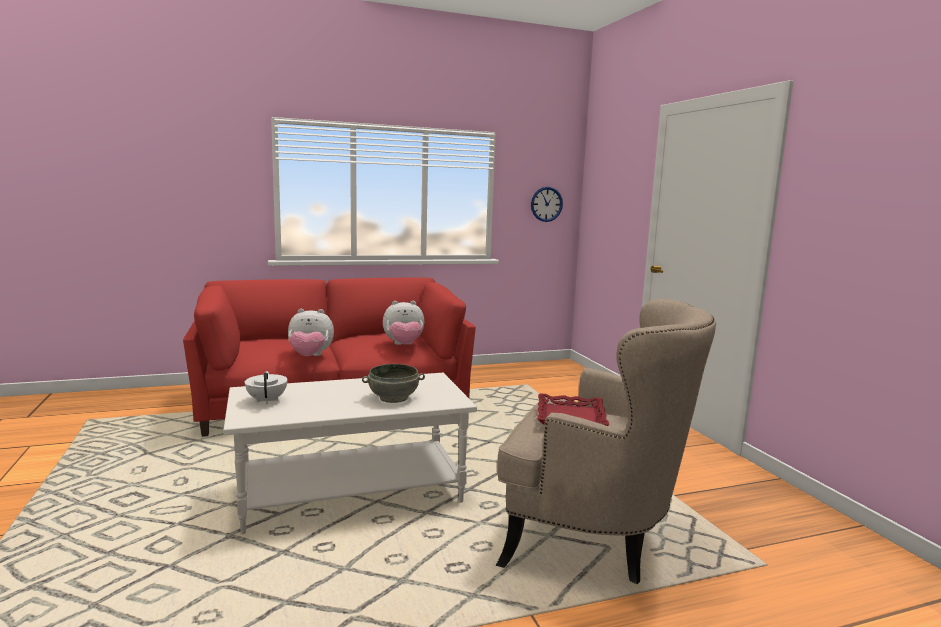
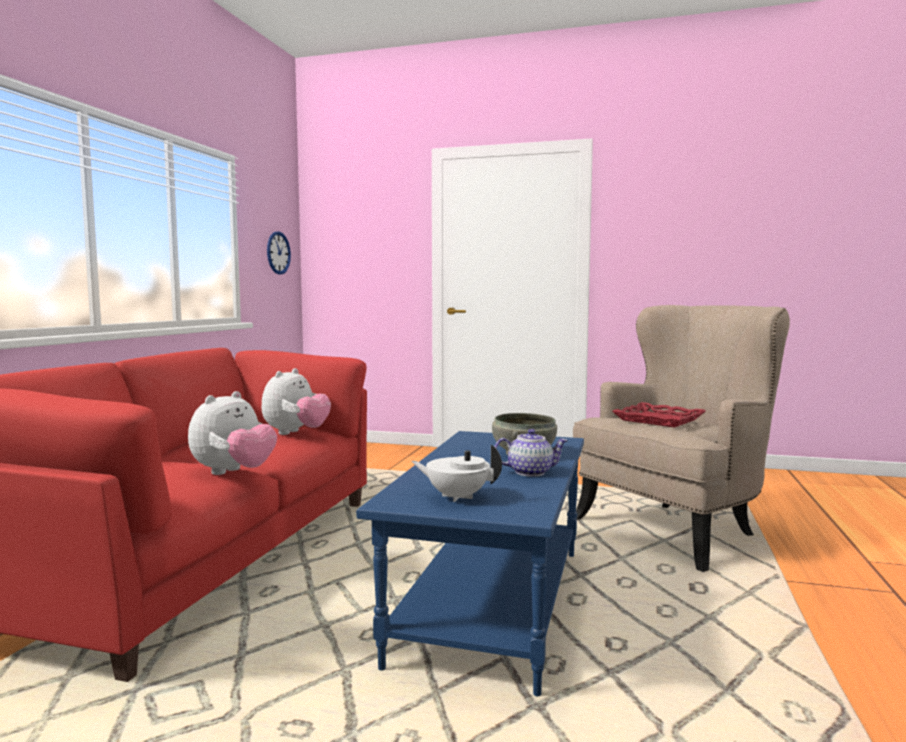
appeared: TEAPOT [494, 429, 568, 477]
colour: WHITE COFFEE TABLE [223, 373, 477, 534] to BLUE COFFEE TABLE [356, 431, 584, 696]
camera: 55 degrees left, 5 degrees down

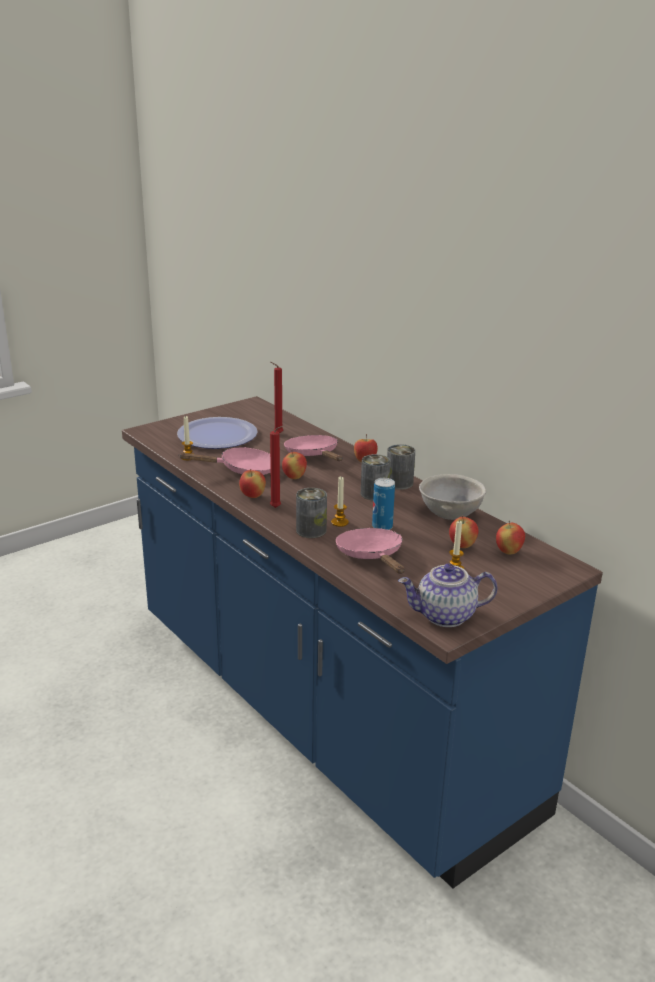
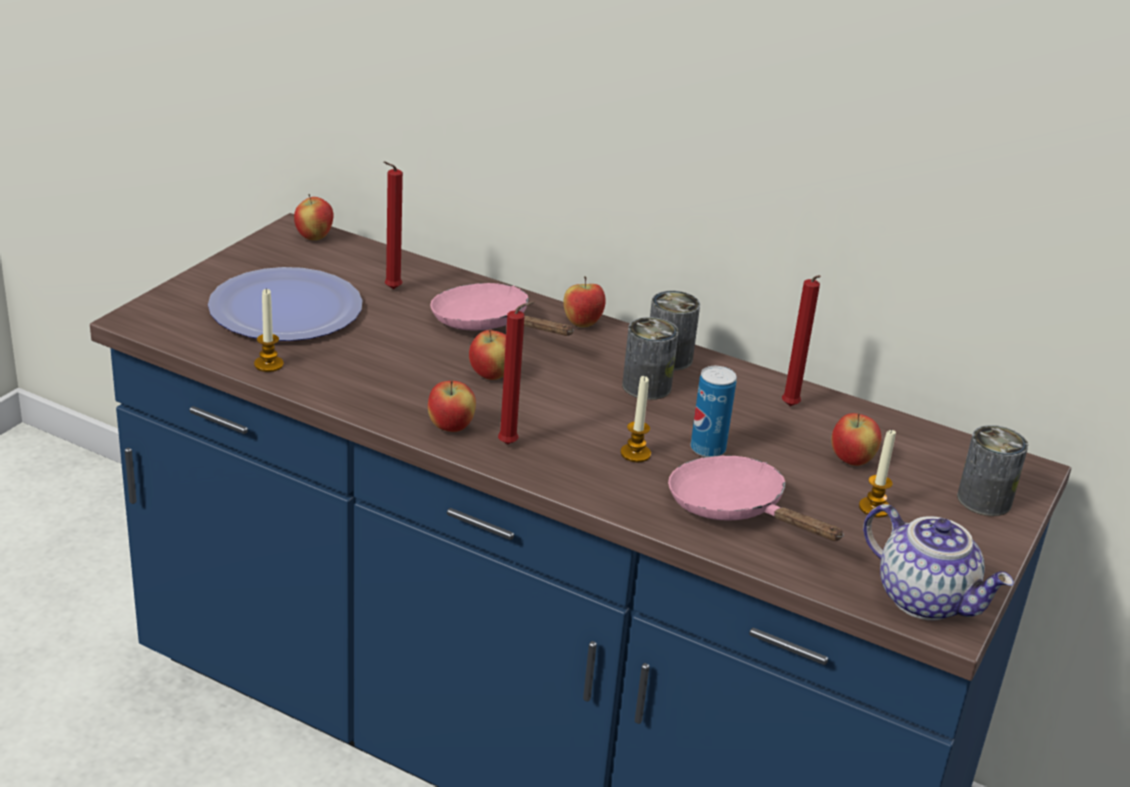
missing: PINK FRYING PAN [178, 447, 271, 475]
relocated: APPLE [496, 521, 525, 554] to [294, 194, 334, 241]; CAN [296, 488, 327, 538] to [957, 425, 1028, 516]
exchanged: GREY BOWL [419, 474, 486, 520] to RED CANDLE [782, 275, 821, 406]
spun: TEAPOT [398, 563, 497, 627] = [863, 504, 1014, 620] 105 degrees counterclockwise
camera: 25 degrees left, 5 degrees up

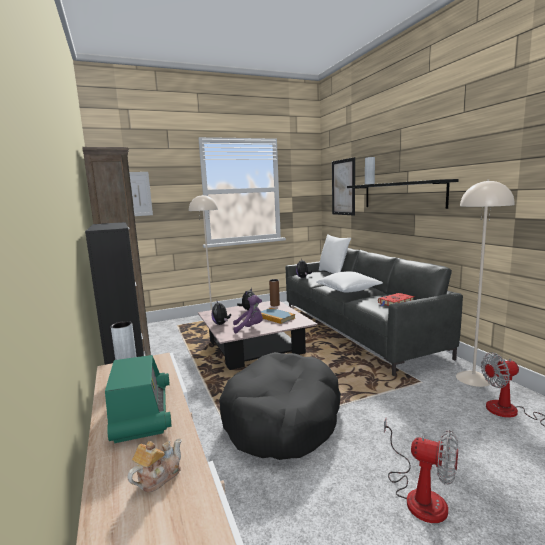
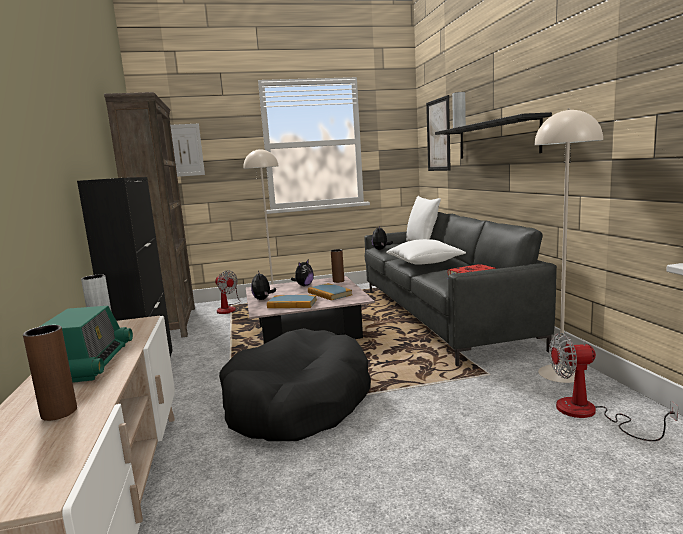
relocated: FAN [384, 419, 458, 523] to [215, 270, 241, 314]
exchanged: TEAPOT [127, 439, 182, 492] to BROWN VASE [23, 325, 77, 421]; PURPLE PLUSH TOY [233, 295, 263, 334] to BOOK [267, 295, 317, 308]
camera: 10 degrees right, 0 degrees up

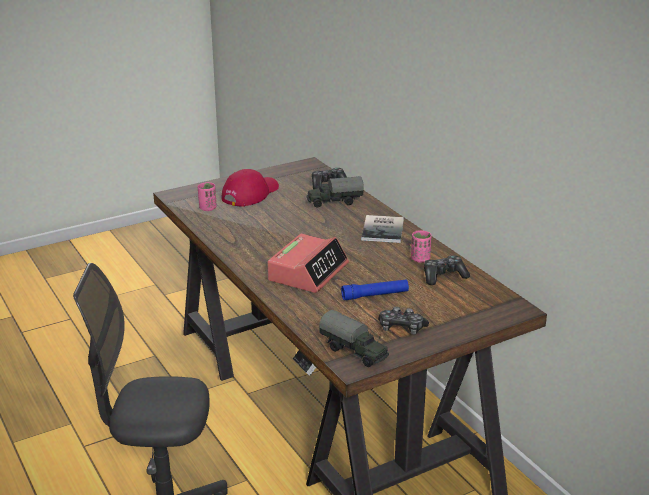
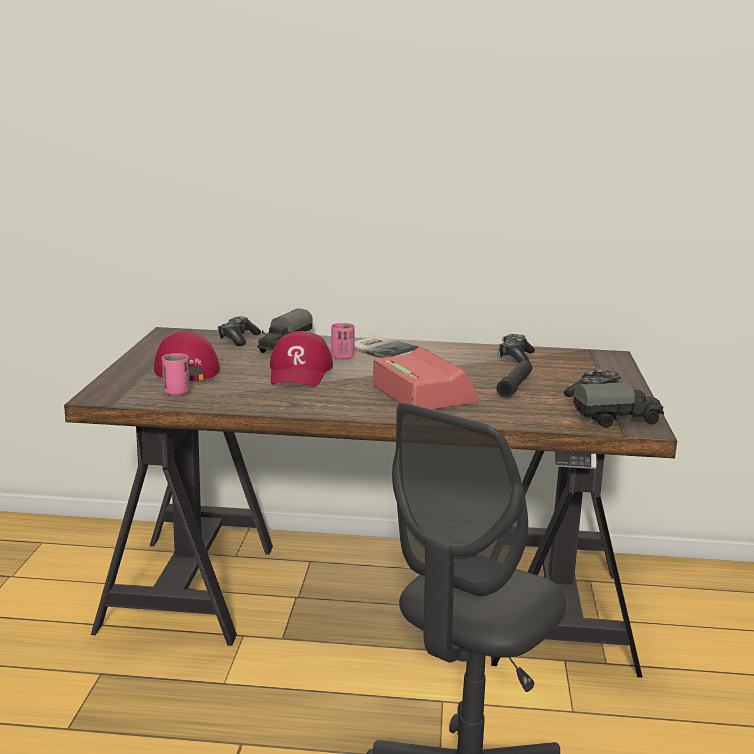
appeared: RED CAP [270, 331, 333, 387]
relocated: PINK CUP [411, 230, 432, 263] to [331, 323, 355, 360]
colour: BLUE FLASHLIGHT [341, 280, 409, 300] to BLACK FLASHLIGHT [496, 360, 532, 398]
camera: 55 degrees left, 10 degrees down

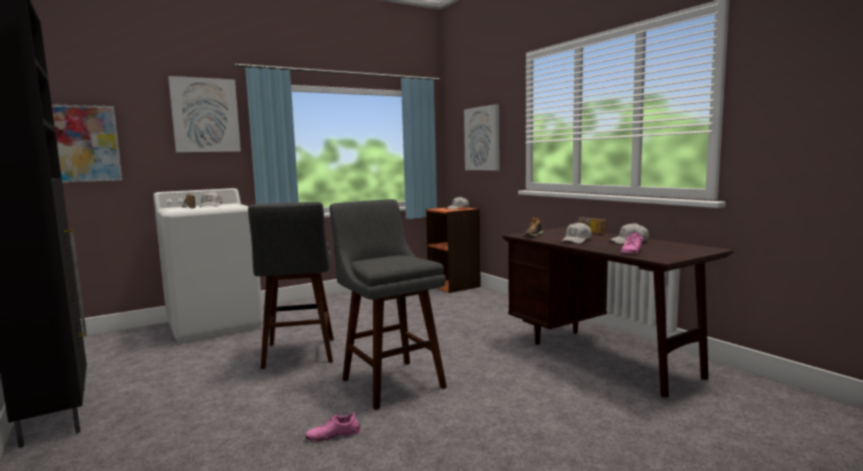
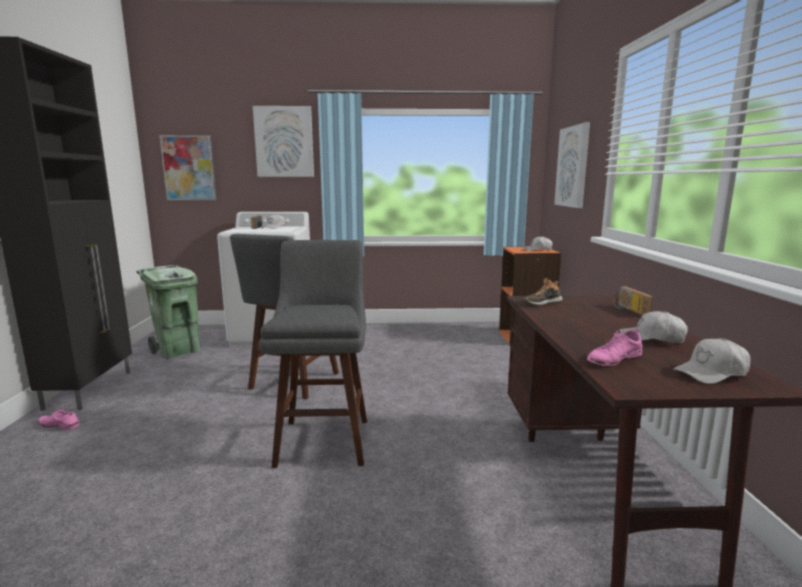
appeared: GREEN TRASH CAN [136, 265, 201, 359]
relocated: PINK SHOE [305, 413, 361, 442] to [38, 409, 80, 430]; WHITE CAP [560, 222, 592, 244] to [673, 338, 751, 384]
camera: 30 degrees right, 5 degrees up

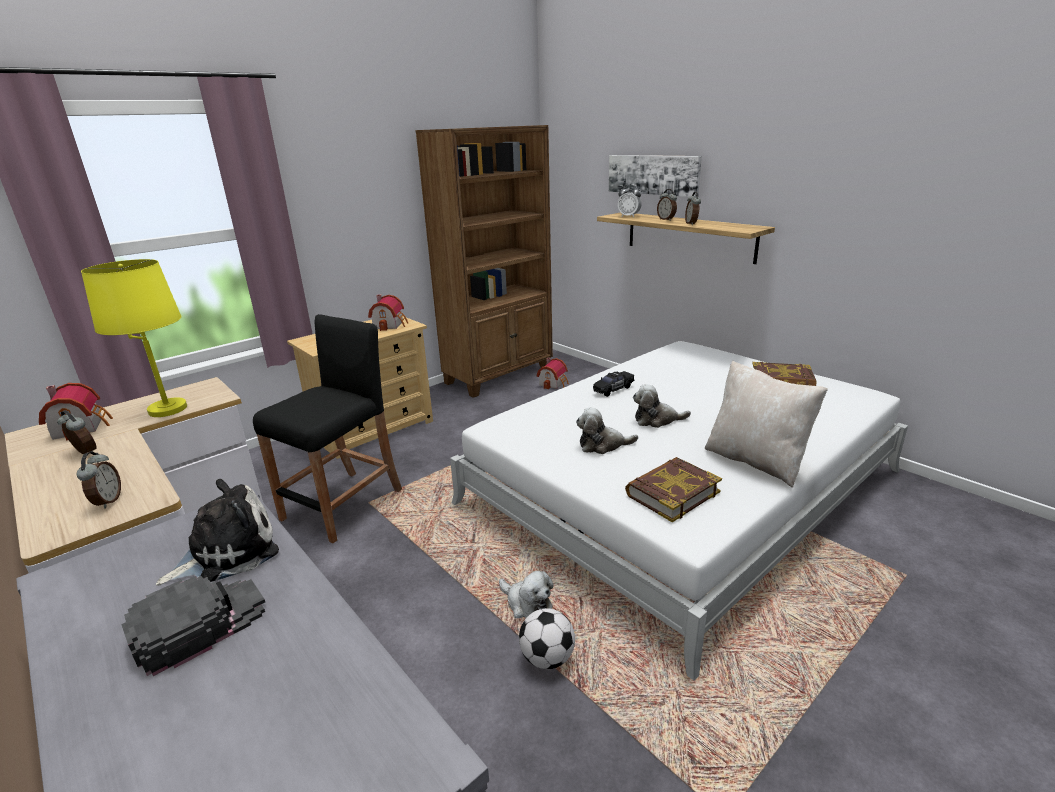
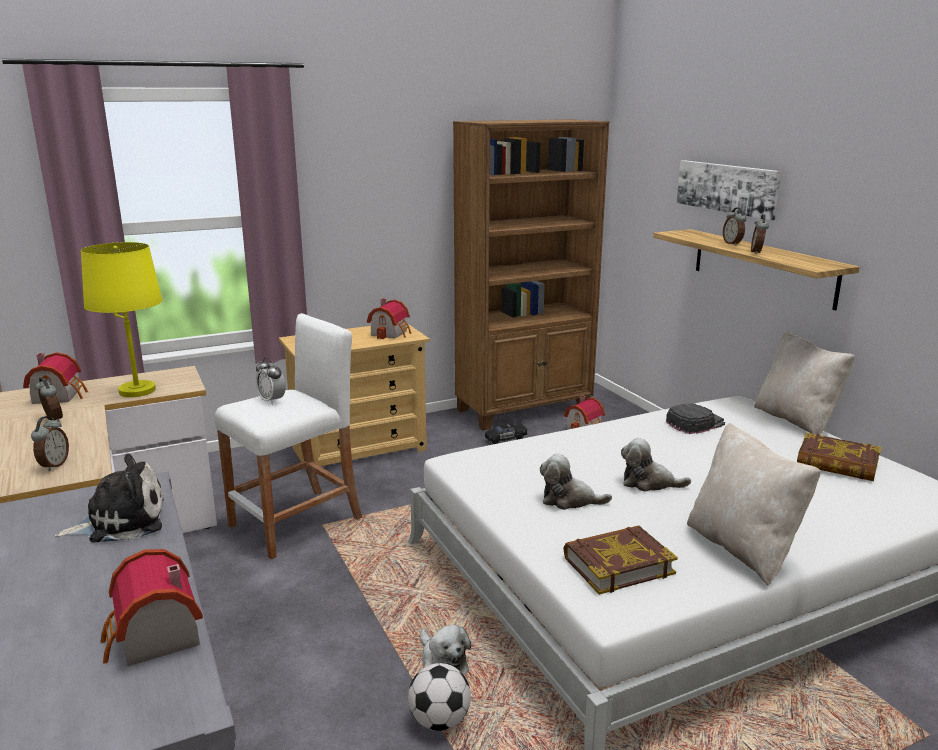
appeared: TOY HOUSE [100, 549, 203, 666]; BEIGE PILLOW [754, 331, 855, 435]
relocated: ALARM CLOCK [618, 184, 642, 217] to [256, 358, 286, 405]; BLACK TOY CAR [593, 371, 634, 397] to [485, 423, 528, 444]; BLACK CAP [121, 576, 265, 676] to [666, 403, 725, 434]
colour: BLACK STOOL [253, 314, 402, 543] to WHITE STOOL [215, 313, 363, 559]
camera: 15 degrees right, 5 degrees down

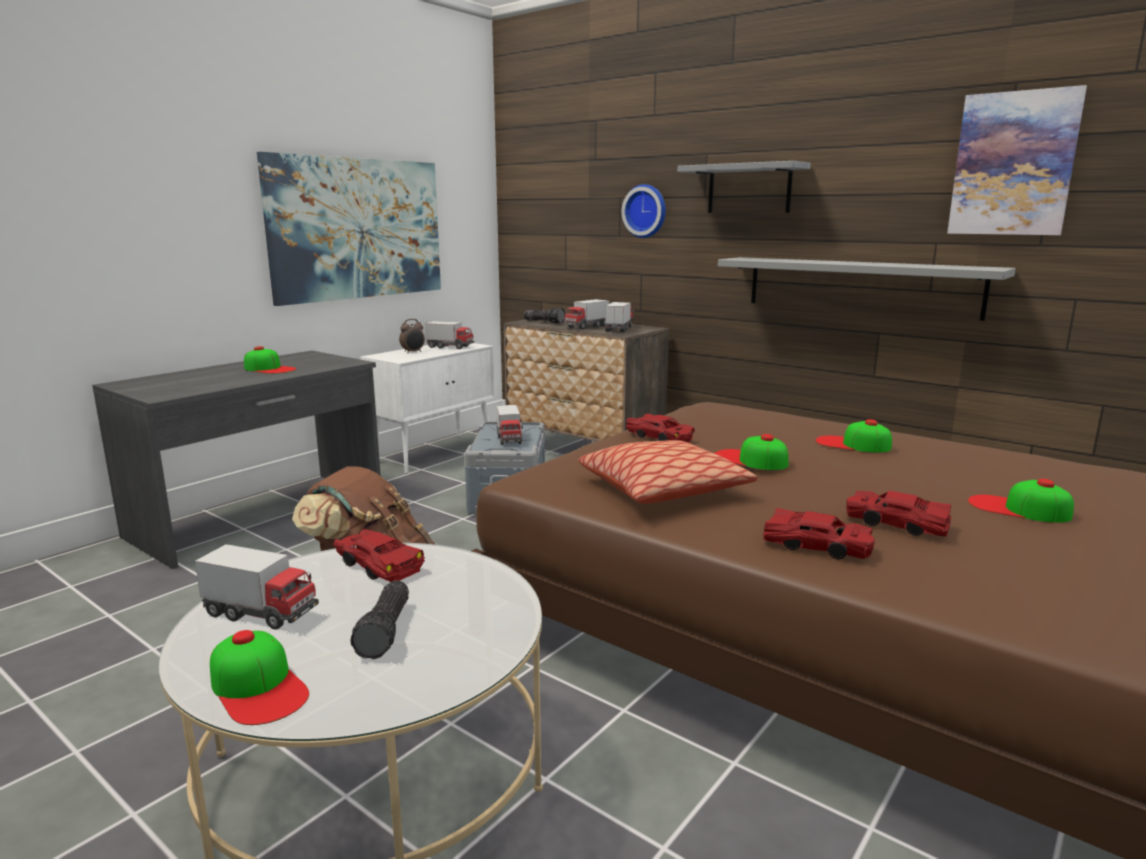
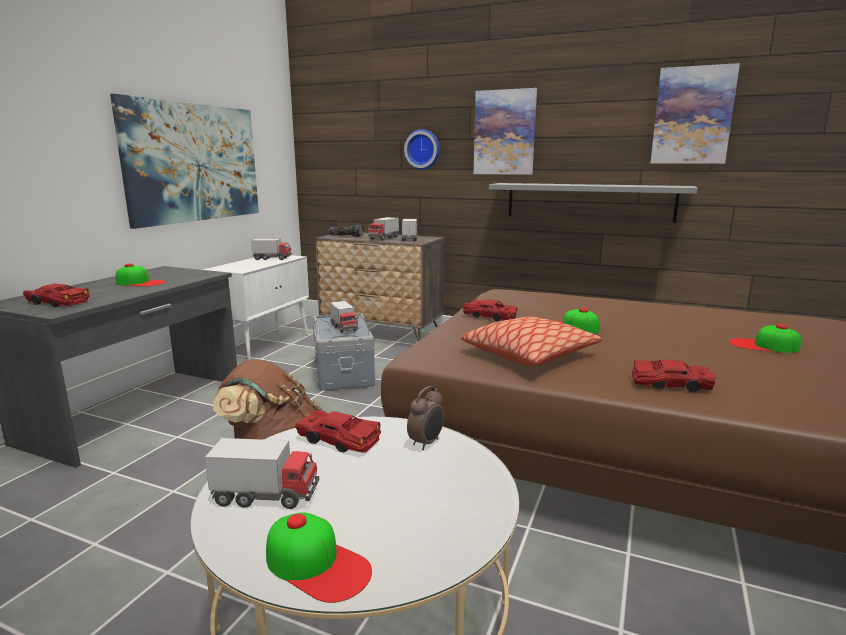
missing: FLASHLIGHT [350, 580, 409, 659]; CAP [816, 419, 892, 452]
relocated: RED TOY CAR [846, 491, 951, 537] to [23, 283, 90, 307]; ALARM CLOCK [399, 319, 425, 354] to [407, 386, 444, 450]
exchanged: GREY SHELF [677, 161, 811, 213] to PICTURE [474, 88, 537, 175]
camera: 15 degrees left, 0 degrees up

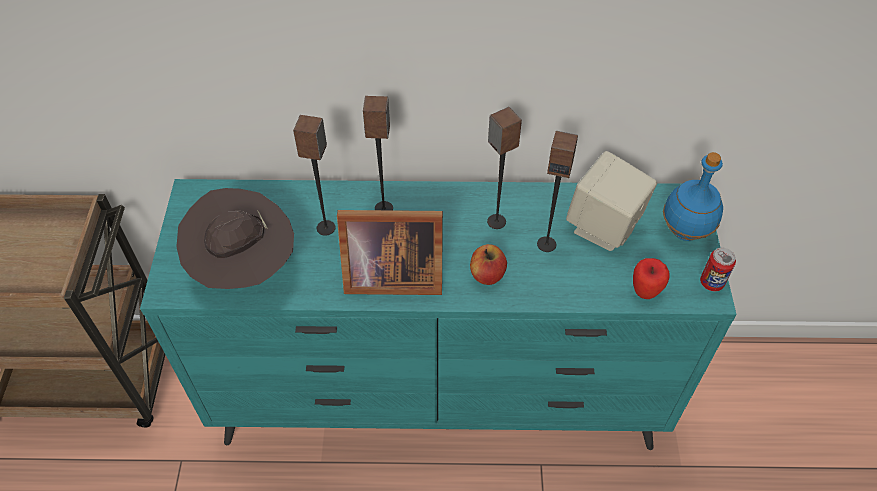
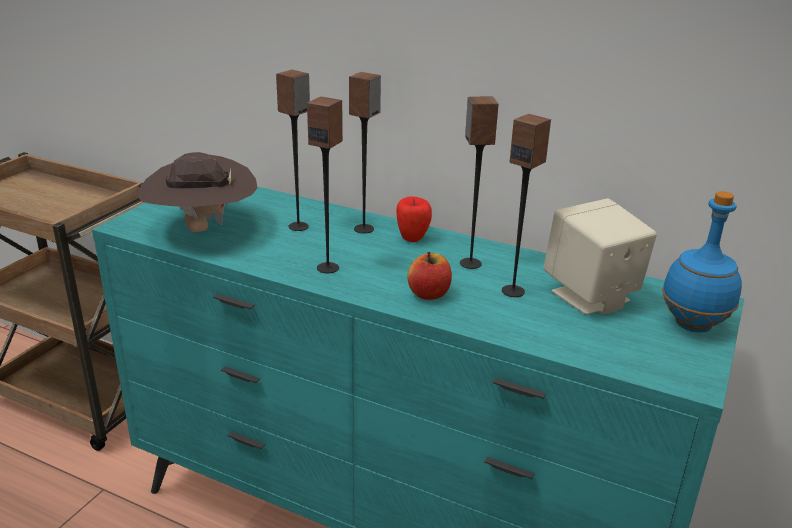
missing: CAN [700, 248, 736, 291]
relocated: APPLE [633, 258, 670, 299] to [396, 196, 432, 242]
exchanged: PICTURE FRAME [337, 210, 443, 295] to SPEAKER [307, 97, 343, 273]
camera: 25 degrees right, 25 degrees down

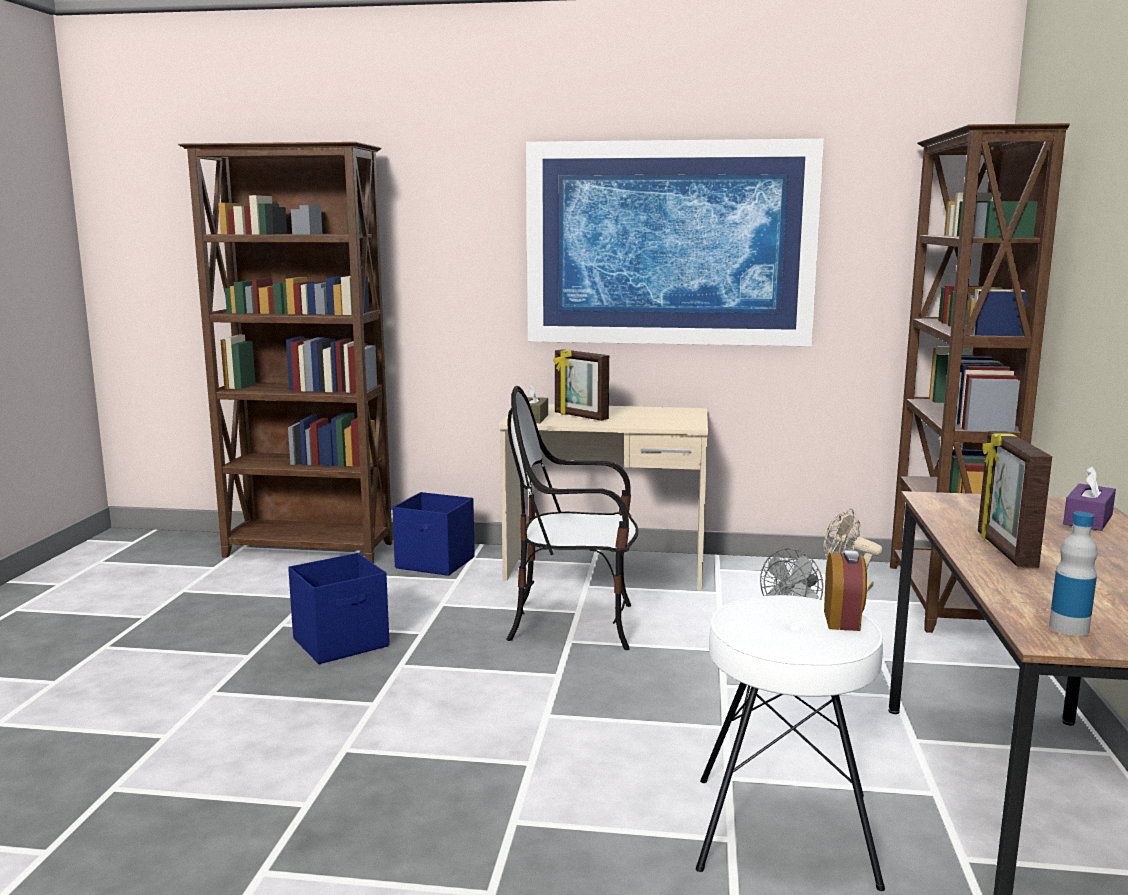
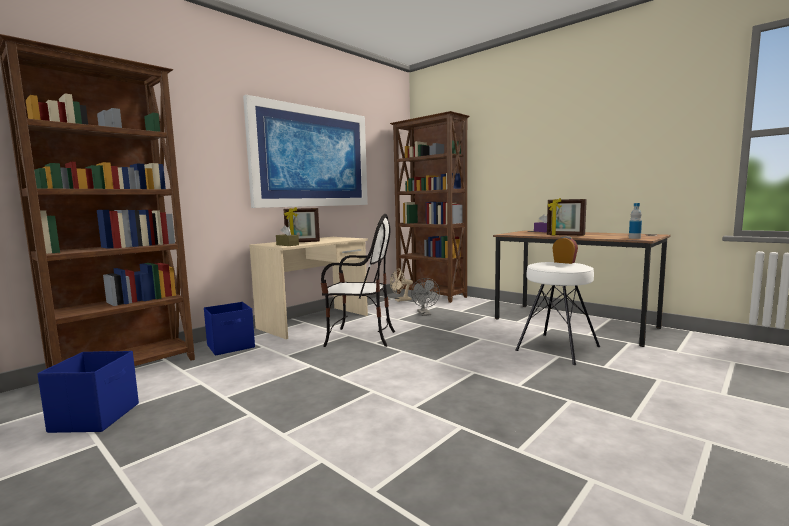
relocated: BLUE STORAGE BOX [288, 553, 390, 664] to [37, 351, 139, 433]
spun: CHAIR [506, 386, 638, 650] = [321, 214, 395, 347] 120 degrees counterclockwise
camera: 55 degrees left, 5 degrees down

